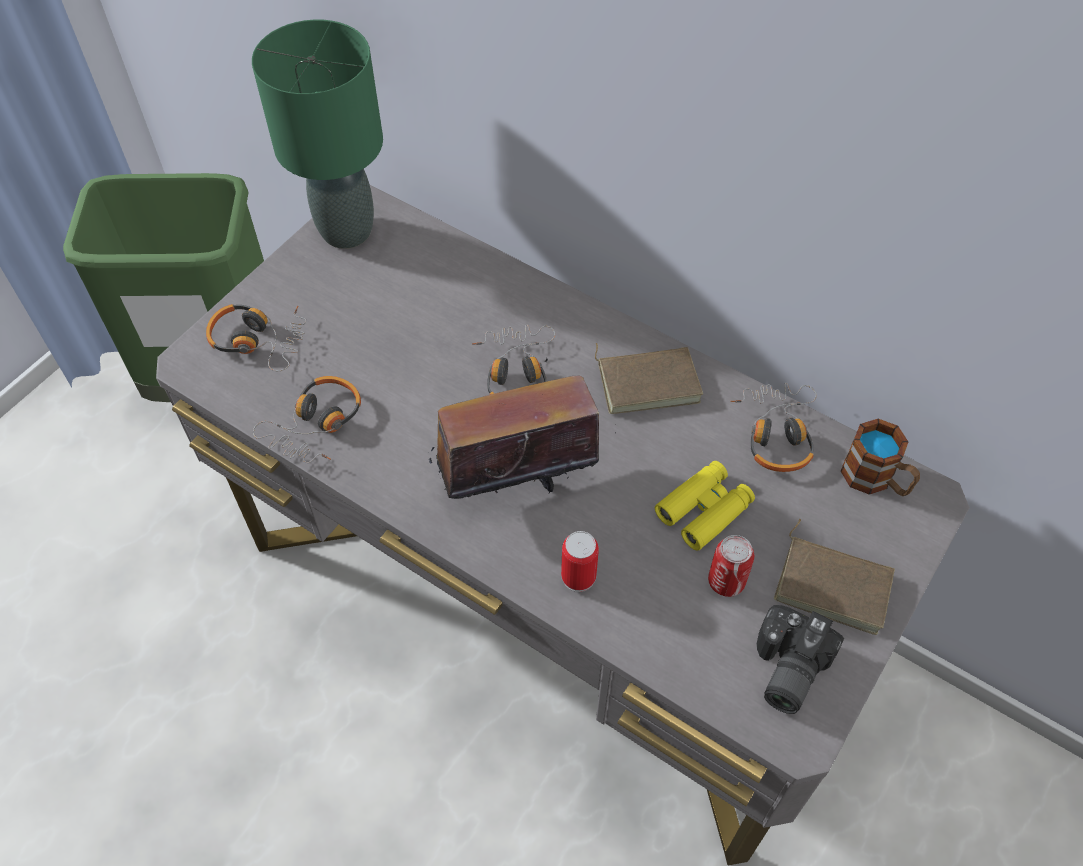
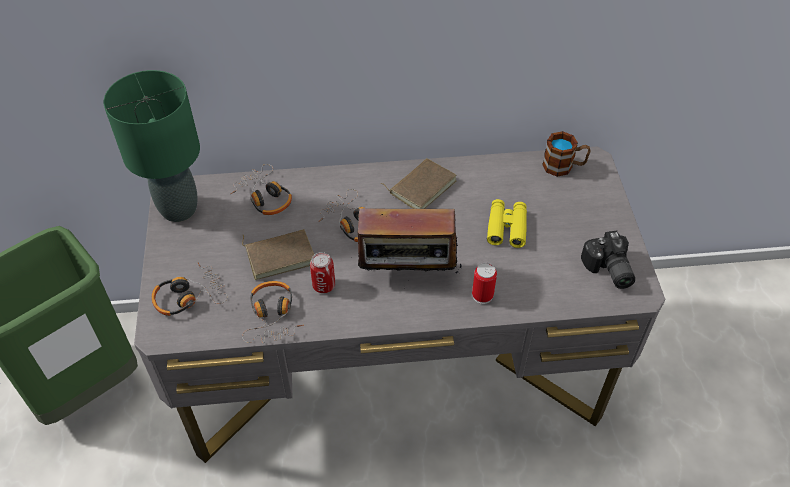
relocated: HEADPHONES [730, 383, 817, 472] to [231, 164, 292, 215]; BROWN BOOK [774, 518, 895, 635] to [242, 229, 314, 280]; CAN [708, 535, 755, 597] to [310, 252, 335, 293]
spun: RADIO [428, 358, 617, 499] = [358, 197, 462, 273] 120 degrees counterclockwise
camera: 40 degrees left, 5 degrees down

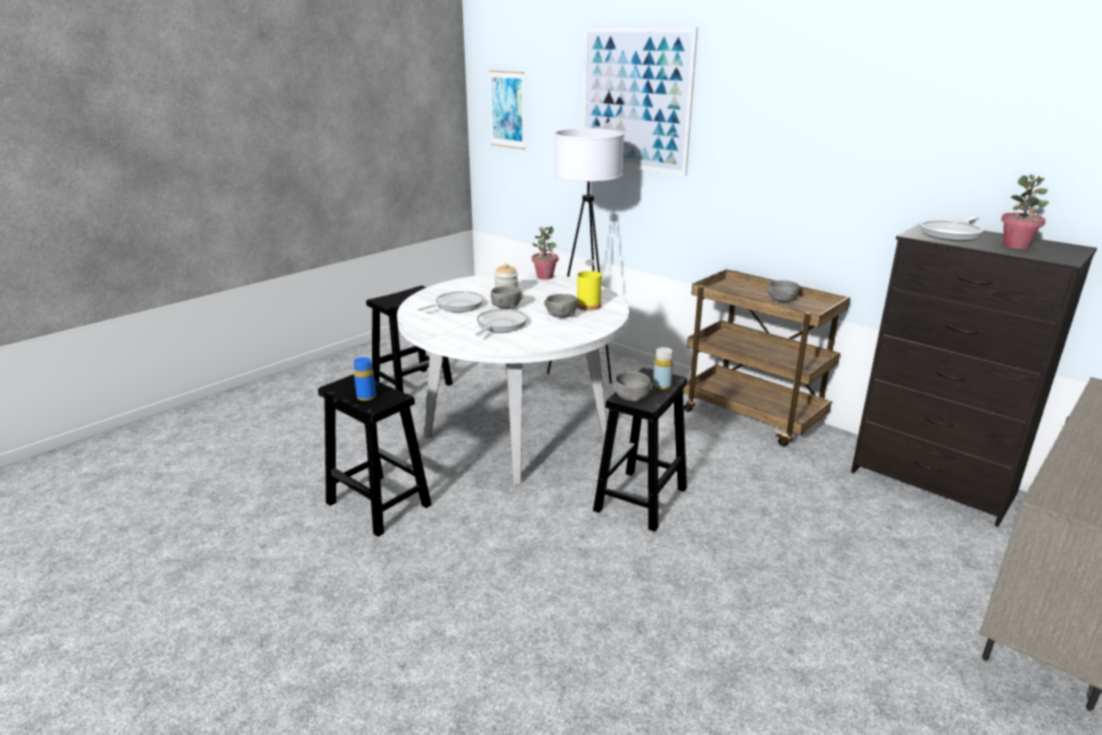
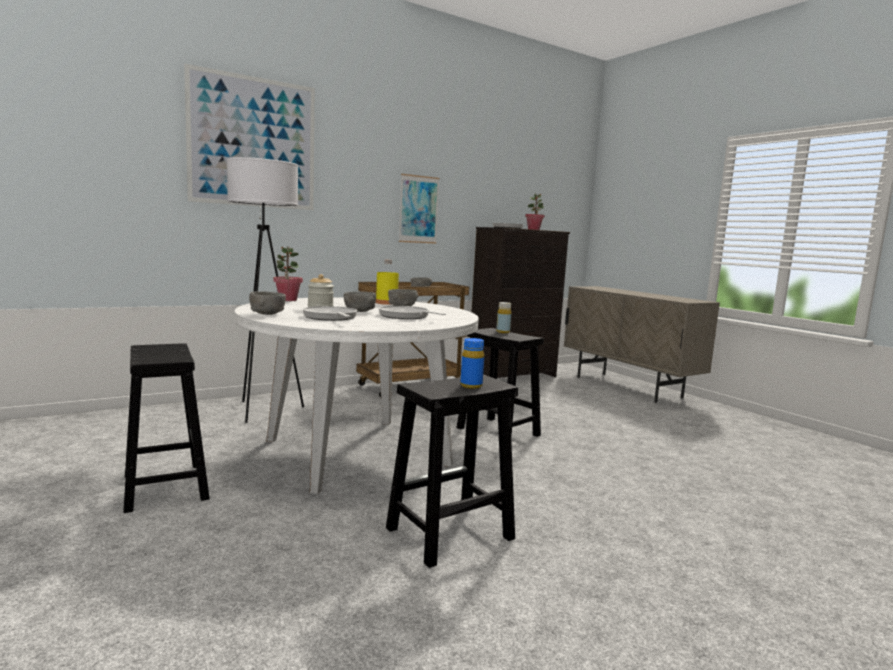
relocated: GREY BOWL [613, 371, 653, 402] to [249, 291, 286, 315]; PICTURE [489, 70, 525, 150] to [399, 174, 440, 244]
camera: 75 degrees left, 15 degrees down

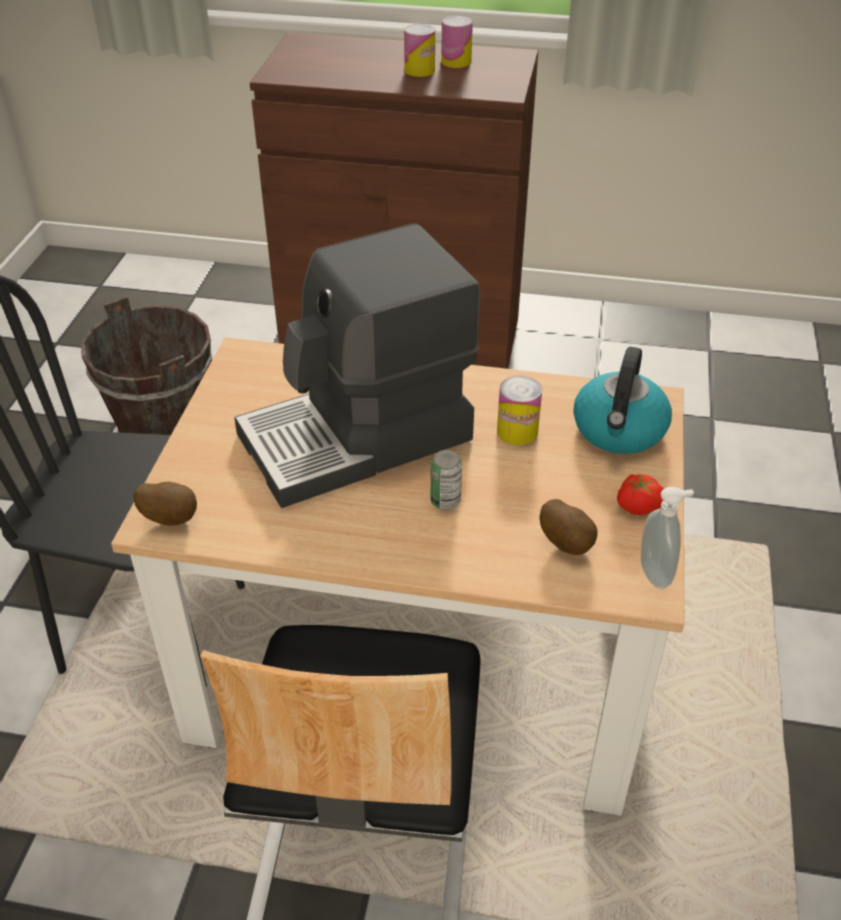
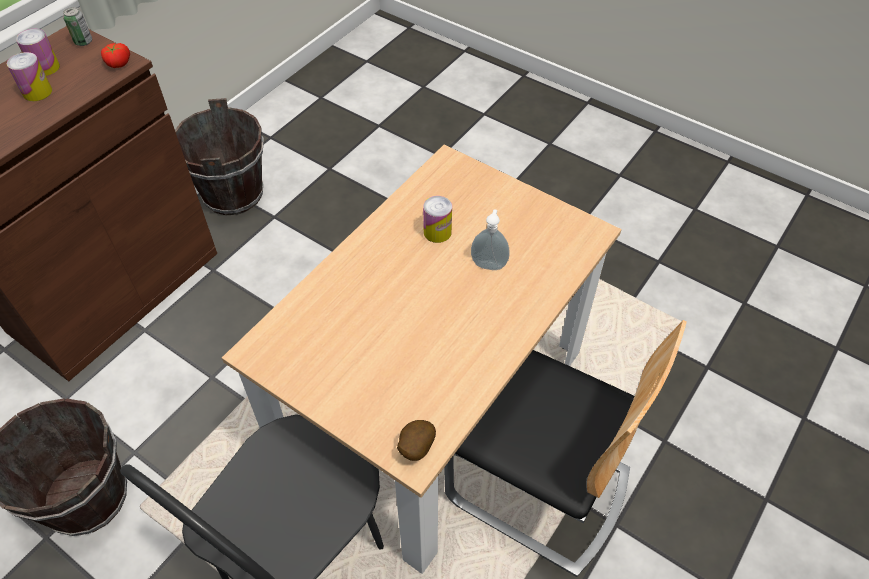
missing: COFFEE MACHINE [234, 223, 480, 508]; POTATO [540, 499, 598, 555]; KETTLE [573, 347, 672, 454]
appeared: BROWN BUCKET [175, 98, 264, 215]
relocated: CAN [430, 450, 462, 510] to [63, 7, 92, 46]; TOMATO [617, 474, 664, 515] to [101, 43, 130, 68]; SOAP DISPENSER [641, 487, 694, 589] to [471, 209, 510, 270]
camera: 65 degrees left, 10 degrees up

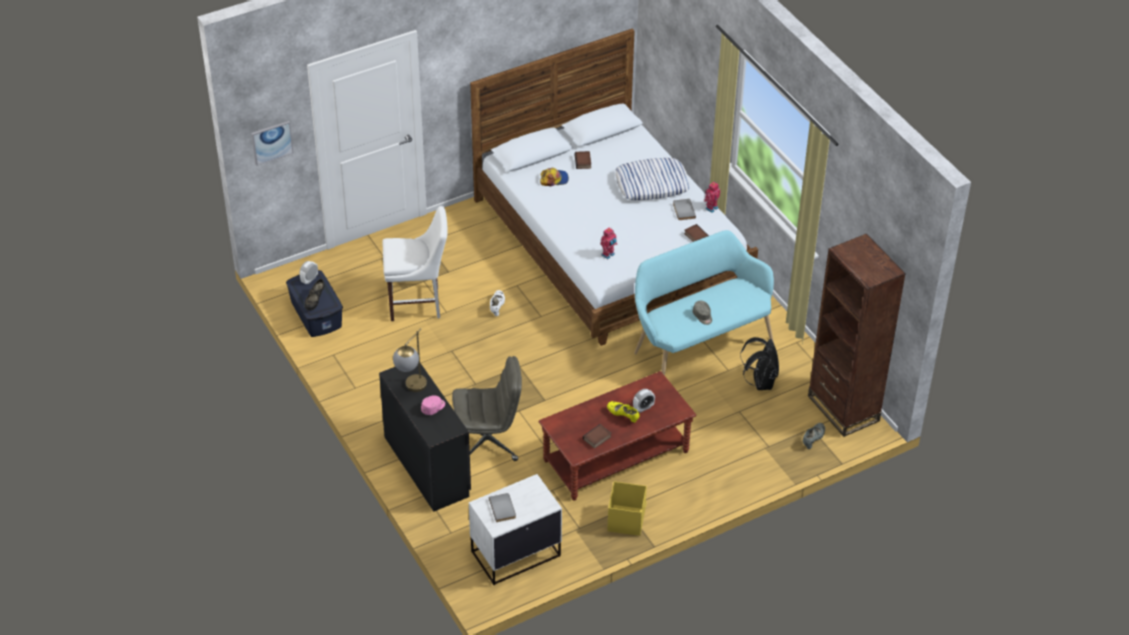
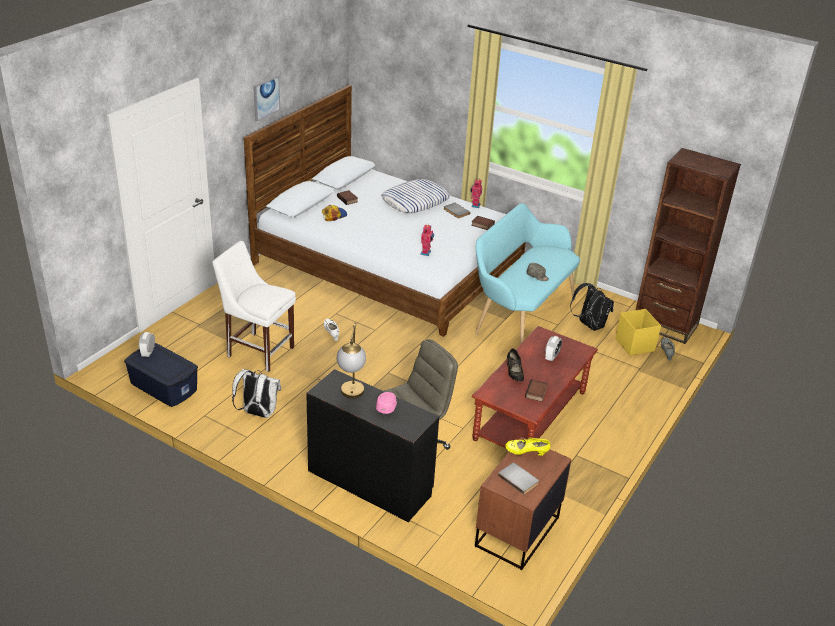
appeared: WHITE BACKPACK [232, 369, 281, 418]
relocated: PICTURE [251, 121, 293, 166] to [253, 75, 280, 121]; YELLOW SHOE [607, 401, 640, 423] to [505, 437, 550, 456]; BLACK SHOE [305, 279, 324, 310] to [507, 348, 524, 381]; YELLOW STORAGE BOX [607, 481, 647, 536] to [615, 309, 661, 356]
colour: WHITE NIGHTSTAND [469, 474, 562, 585] to BROWN NIGHTSTAND [475, 437, 572, 570]
spun: WHITE CHAIR [382, 206, 447, 321] = [212, 241, 296, 372] 120 degrees counterclockwise
camera: 30 degrees left, 10 degrees down

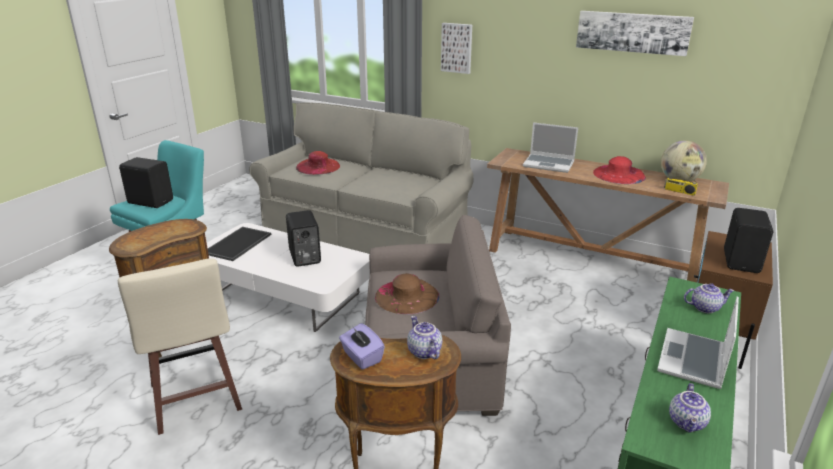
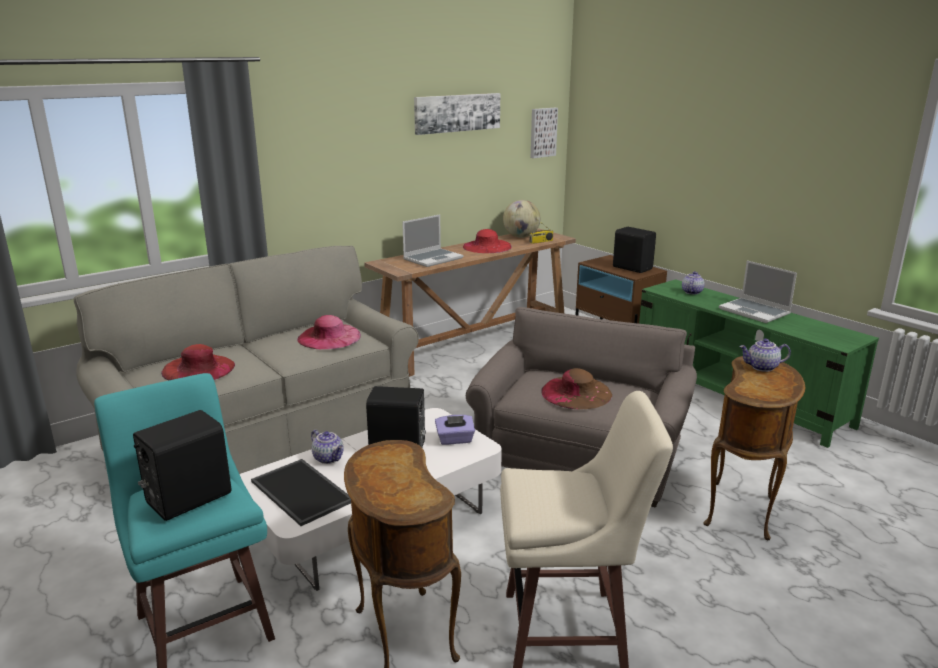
appeared: PINK HAT [297, 315, 361, 349]
relocated: TEAPOT [669, 383, 711, 432] to [311, 430, 343, 464]; PURPLE TISSUE BOX [339, 323, 385, 370] to [435, 415, 475, 445]; PICTURE [441, 23, 472, 74] to [531, 108, 558, 158]
camera: 65 degrees left, 5 degrees down

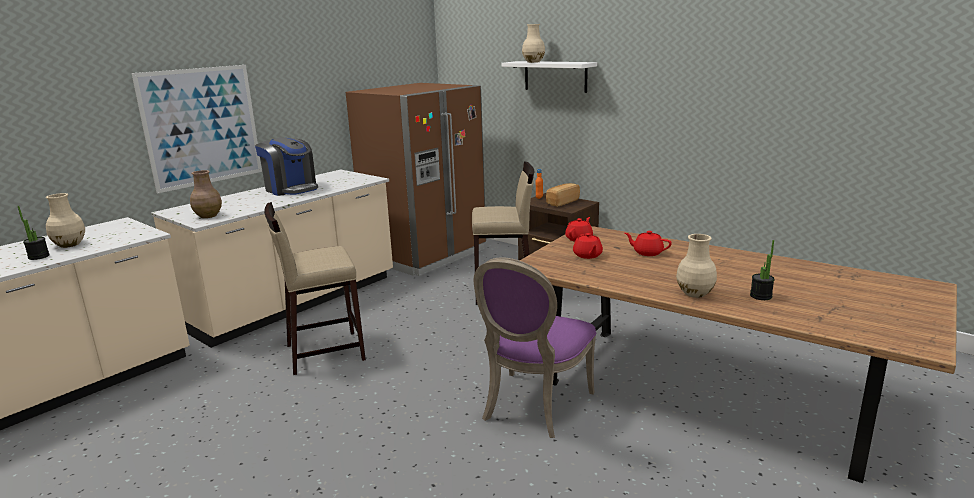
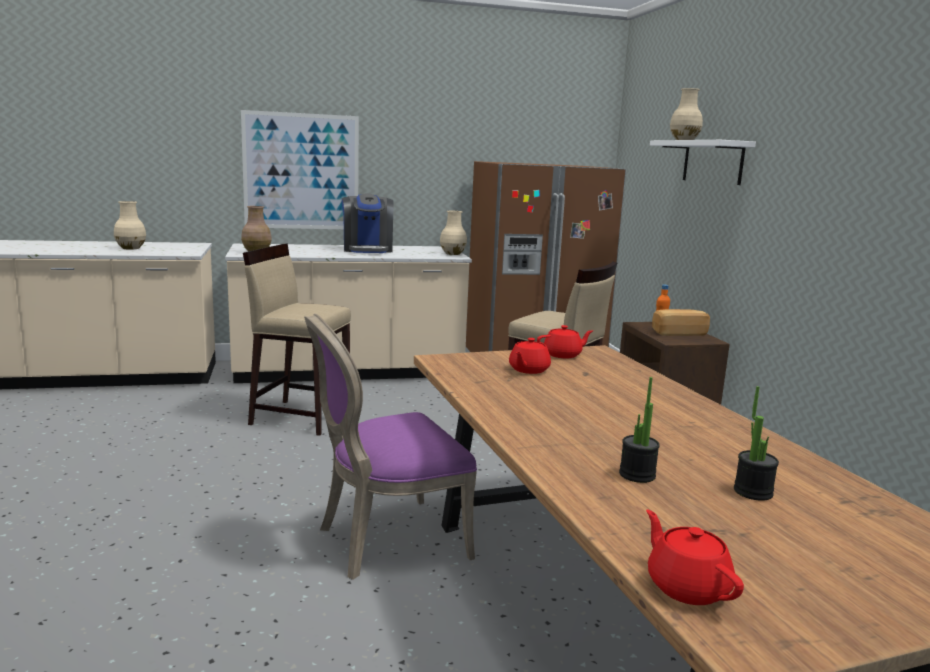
relocated: BEIGE VASE [676, 234, 717, 298] to [440, 211, 467, 255]; RED TEAPOT [625, 231, 672, 256] to [646, 510, 744, 605]; POTTED PLANT [18, 206, 50, 260] to [734, 386, 779, 501]
camera: 35 degrees right, 5 degrees down

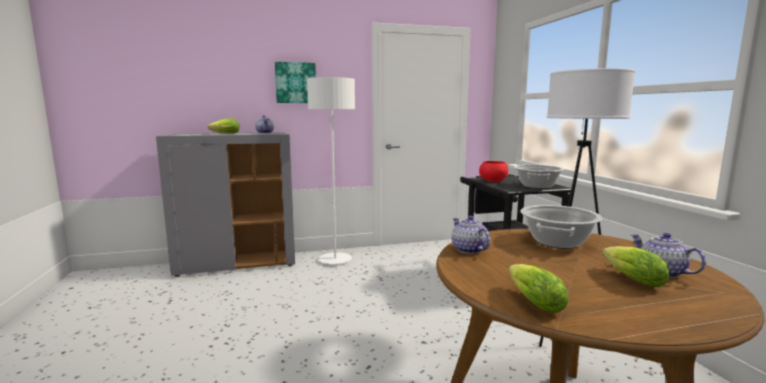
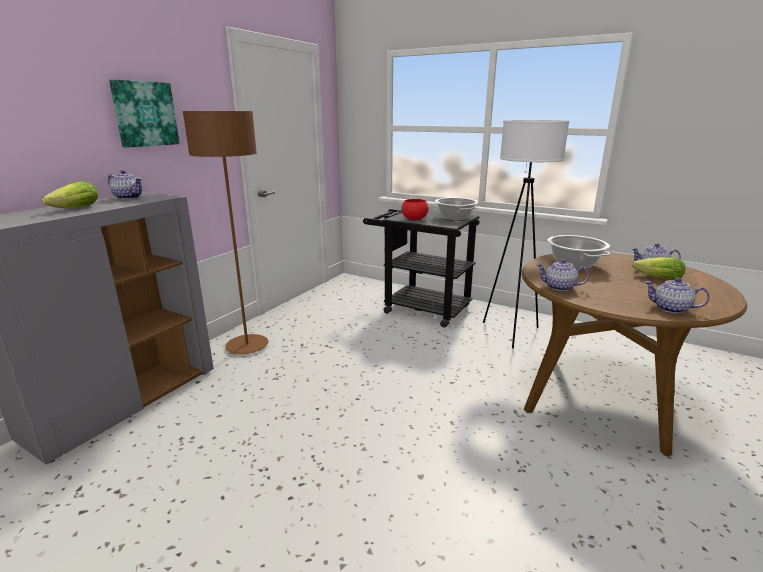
exchanged: LETTUCE [509, 264, 569, 313] to TEAPOT [645, 278, 710, 314]
colour: WHITE FLOOR LAMP [307, 77, 355, 265] to BROWN FLOOR LAMP [183, 111, 268, 354]
camera: 45 degrees left, 10 degrees up

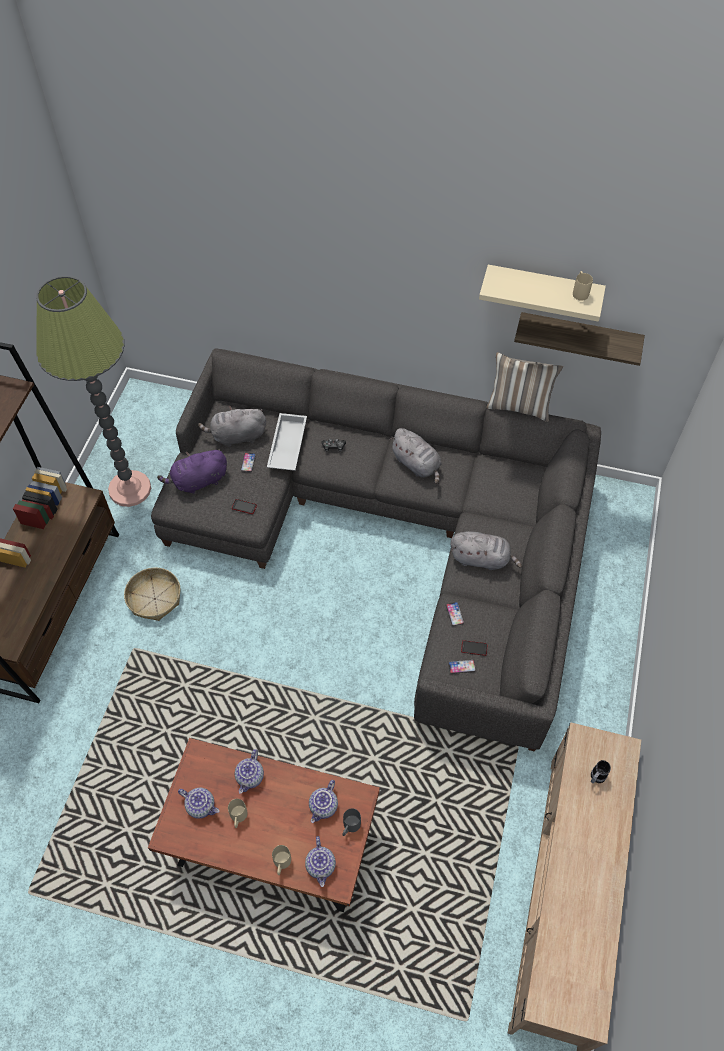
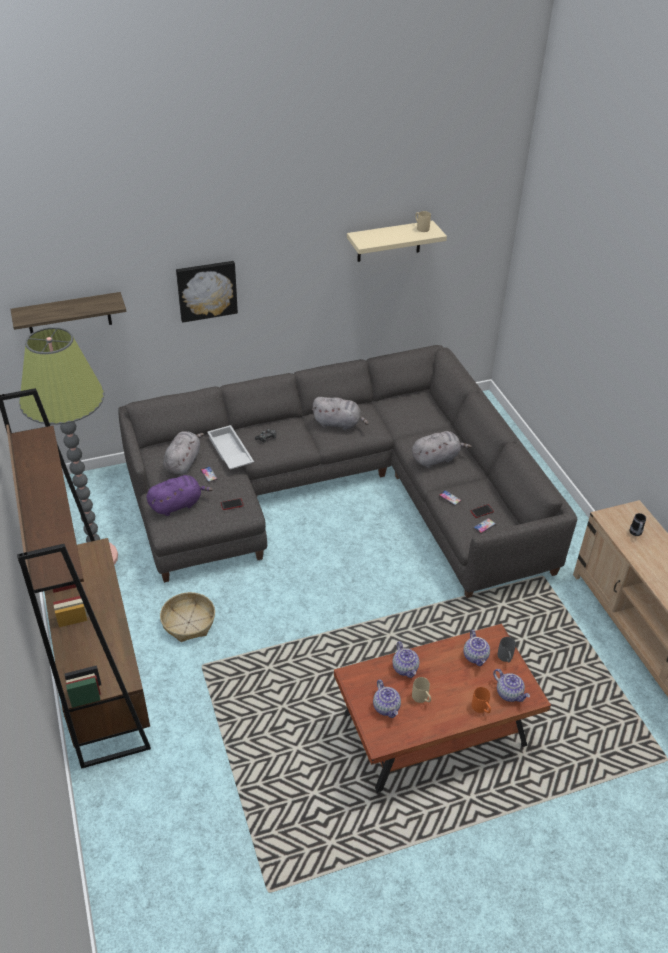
missing: PILLOW [487, 352, 563, 422]
appeared: PICTURE [176, 261, 238, 323]
relocated: SHELF [514, 312, 645, 366] to [10, 292, 126, 333]
colour: BEIGE MUG [272, 845, 291, 875] to ORANGE MUG [472, 687, 491, 713]
spun: PURPLE PLUSH TOY [157, 449, 227, 494] = [146, 475, 213, 516] 150 degrees counterclockwise; GREY PLUSH TOY [198, 406, 266, 447] = [163, 431, 204, 475] 150 degrees clockwise; TEAPOT [178, 788, 219, 819] = [373, 680, 401, 718] 75 degrees clockwise
camera: 35 degrees left, 15 degrees down

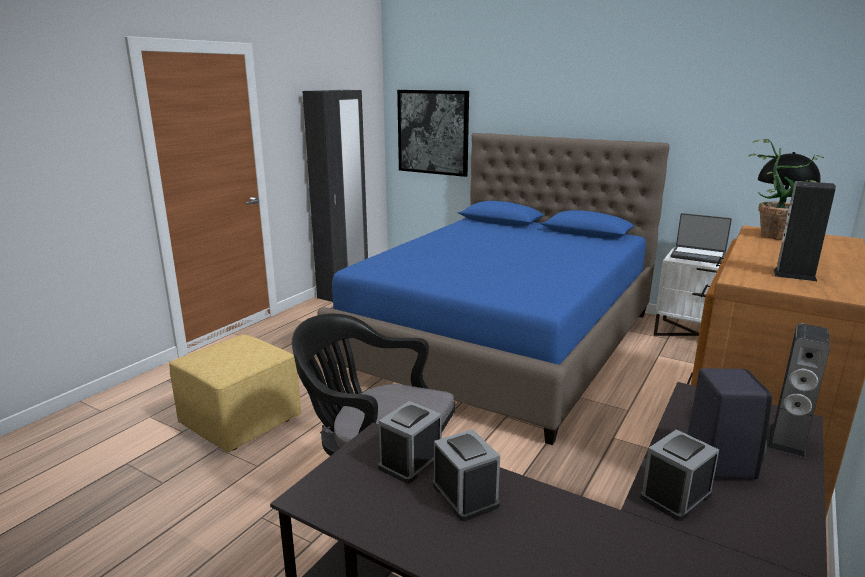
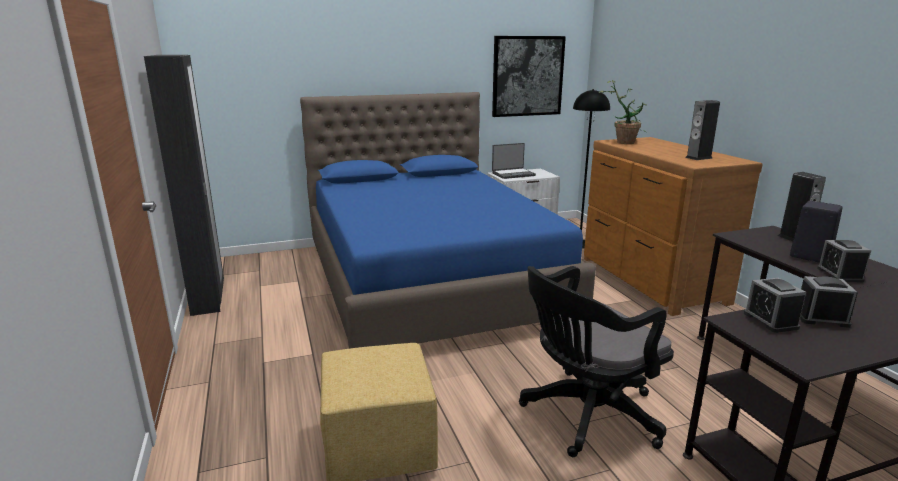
relocated: PICTURE [397, 90, 469, 177] to [492, 36, 566, 117]
camera: 50 degrees left, 0 degrees up

